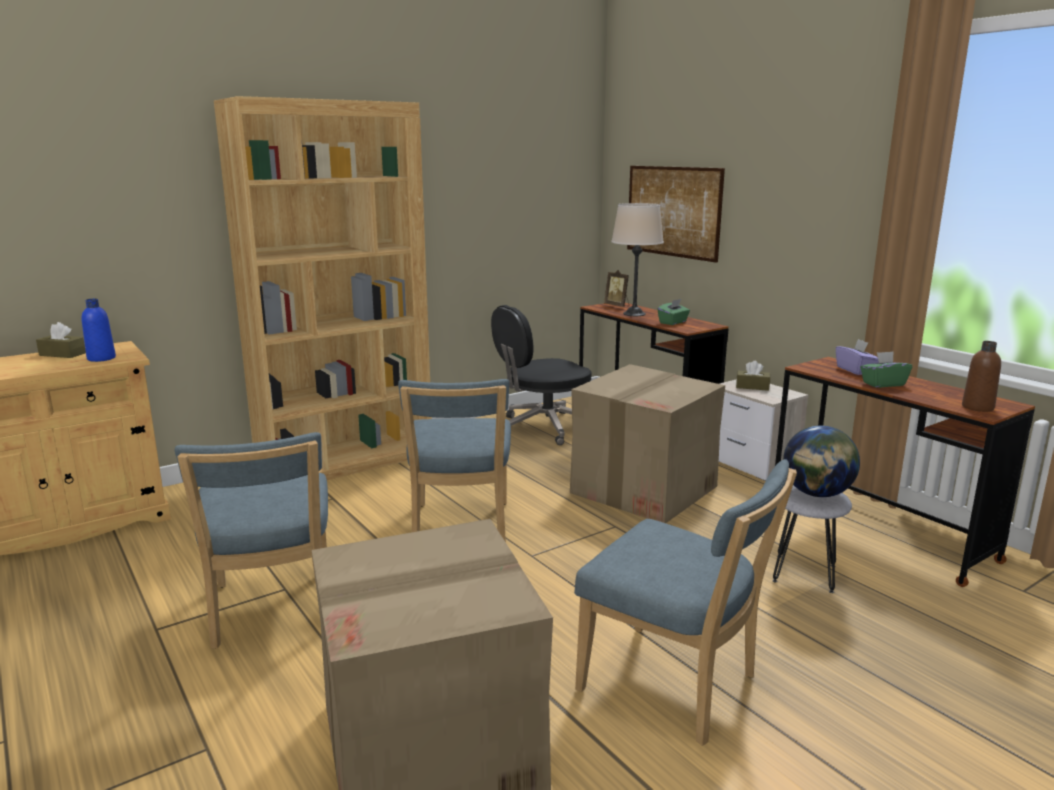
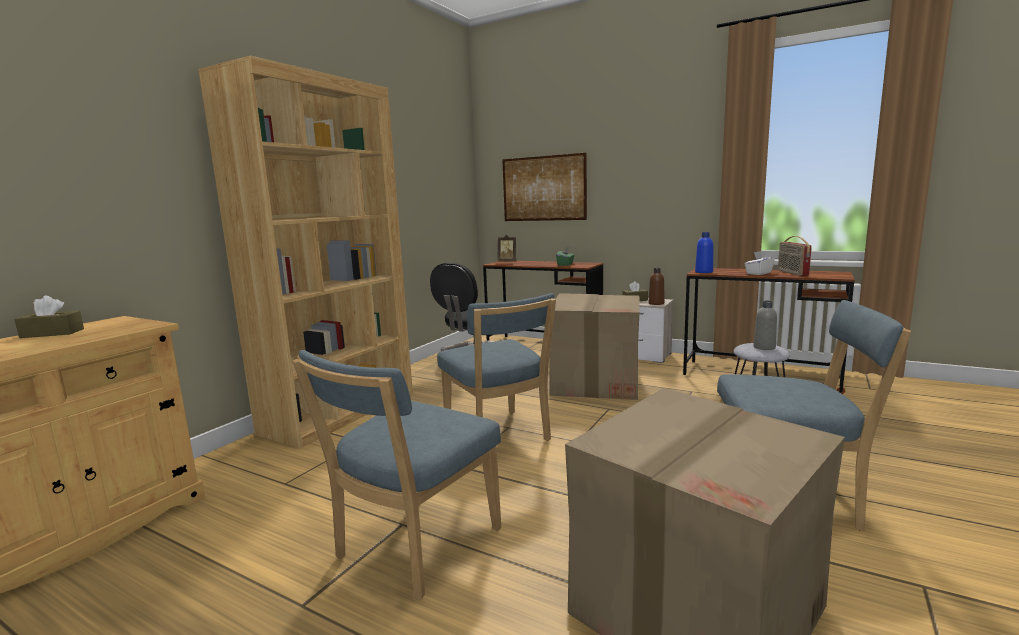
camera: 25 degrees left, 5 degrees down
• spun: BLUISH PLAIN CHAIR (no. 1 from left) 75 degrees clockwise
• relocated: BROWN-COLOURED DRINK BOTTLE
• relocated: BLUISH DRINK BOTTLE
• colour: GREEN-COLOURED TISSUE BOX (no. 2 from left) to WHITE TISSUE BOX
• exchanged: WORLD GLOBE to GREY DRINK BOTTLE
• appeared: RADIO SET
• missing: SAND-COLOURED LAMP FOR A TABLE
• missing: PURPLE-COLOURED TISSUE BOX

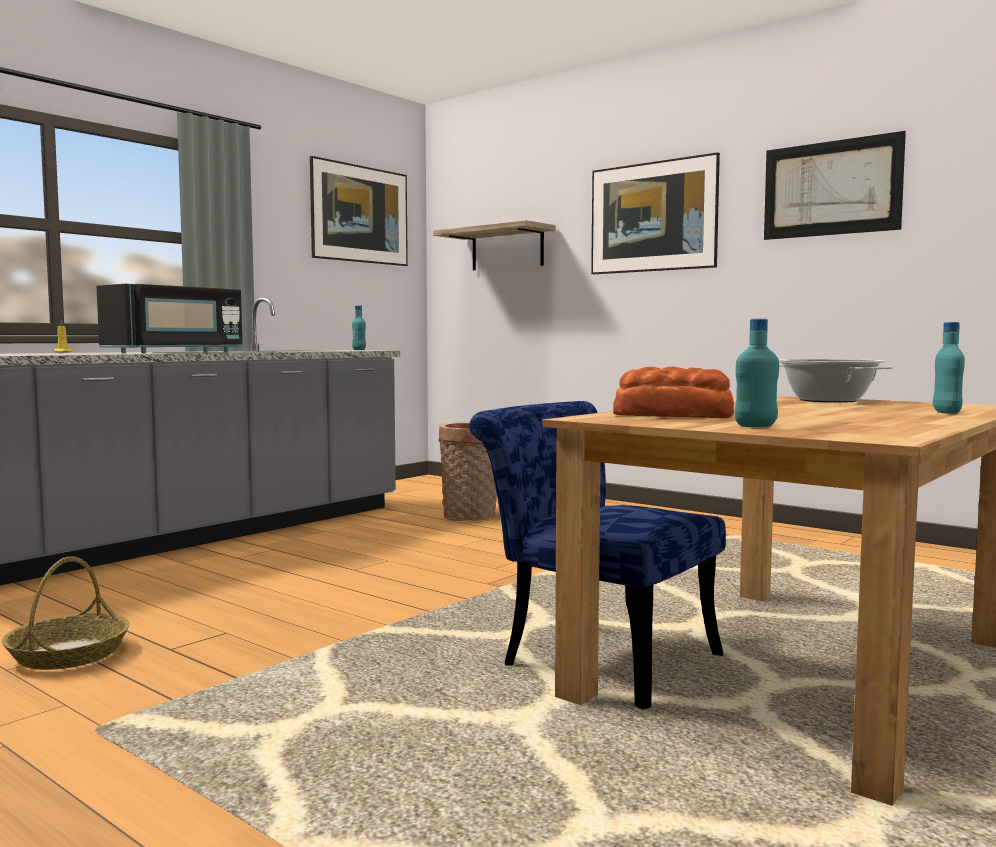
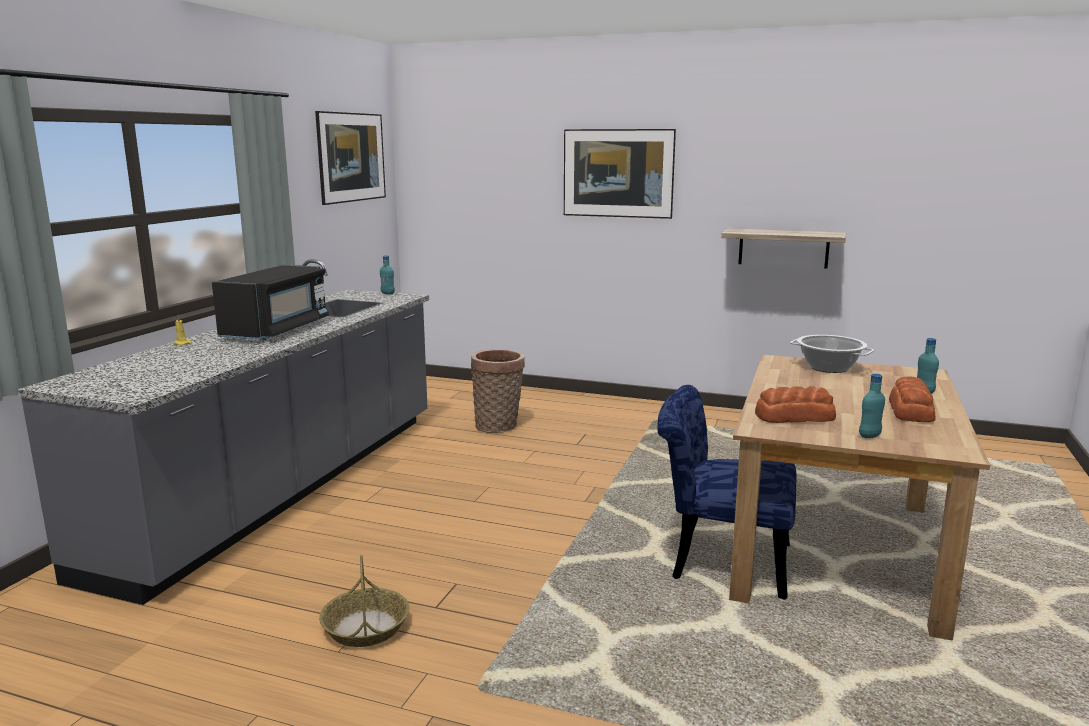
camera: 20 degrees left, 10 degrees up
• relocated: SHELF
• appeared: BREAD (no. 2 from left)
• missing: PICTURE (no. 3 from left)

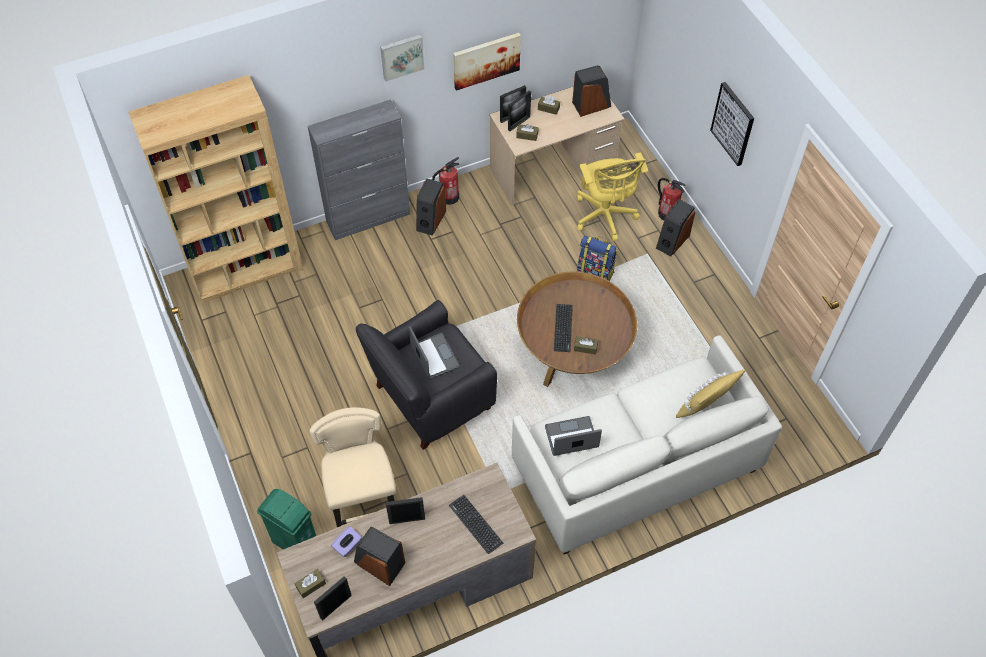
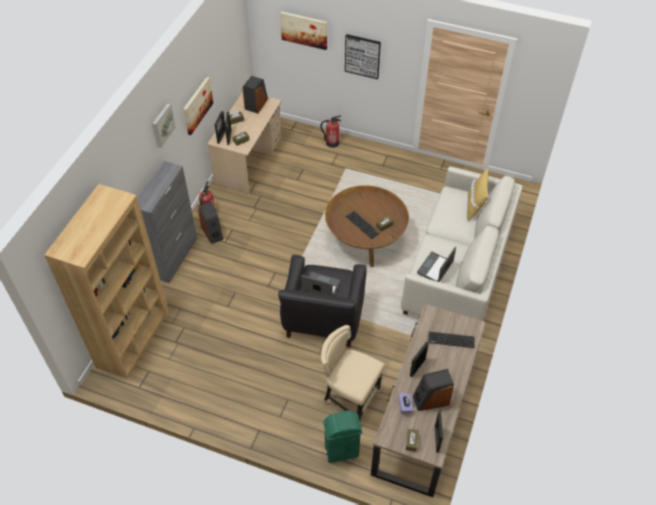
camera: 45 degrees left, 5 degrees down
• appeared: PICTURE (no. 3 from left)
• missing: YELLOW DESK CHAIR
• missing: KNAPSACK
• missing: AUDIO SPEAKER (no. 4 from left)

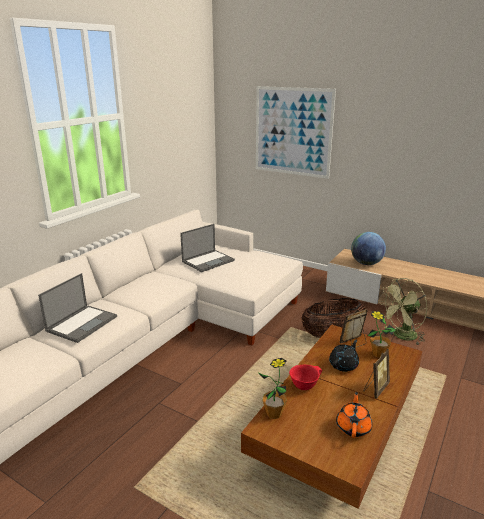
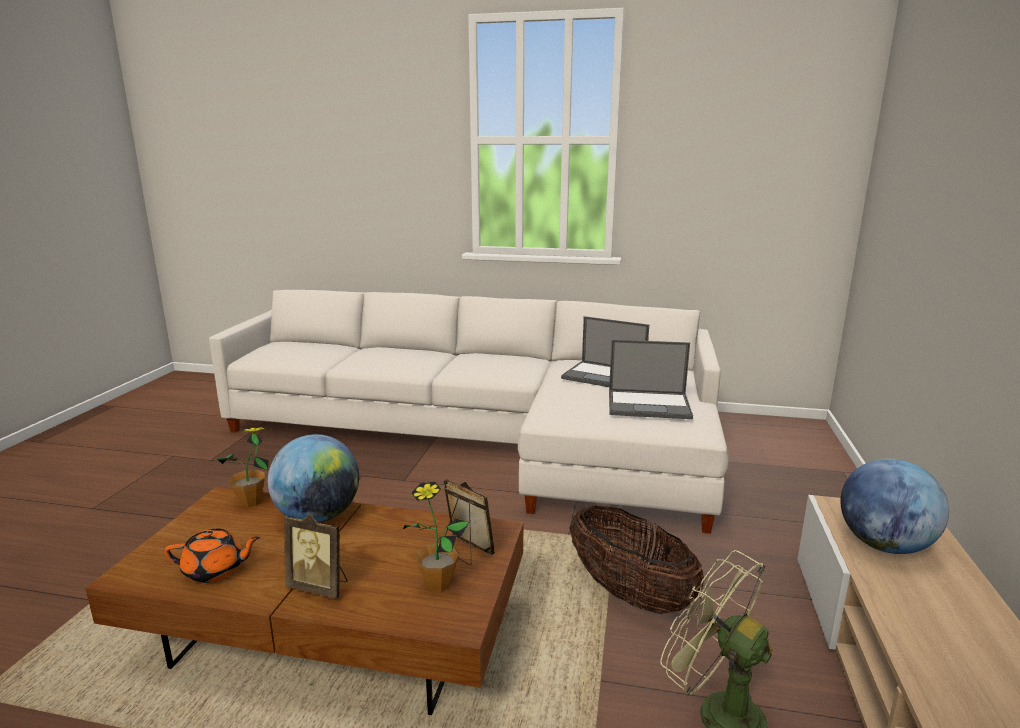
camera: 70 degrees right, 5 degrees down
• exchanged: RED-COLOURED SERVING BOWL to WORLD GLOBE (no. 1 from left)
• relocated: PORTABLE COMPUTER (no. 1 from left in the first image) to PORTABLE COMPUTER (no. 2 from left)
• missing: PICTURE
• missing: BLACK-COLOURED TEAPOT

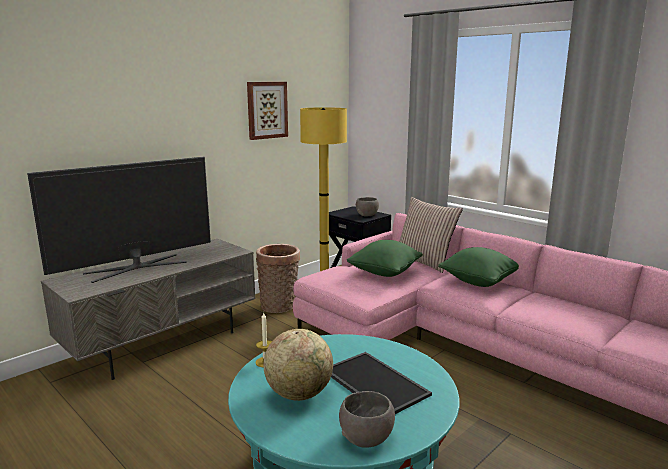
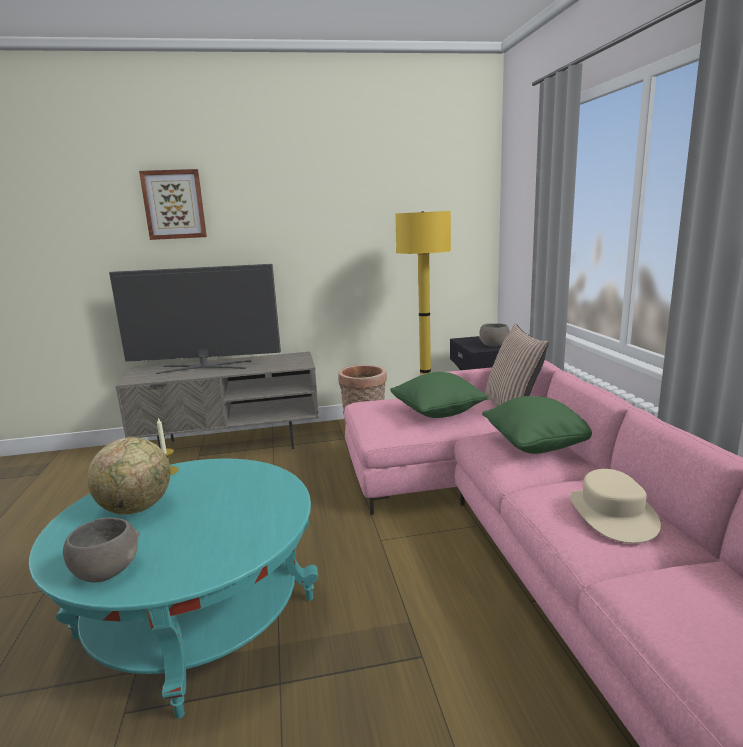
camera: 35 degrees right, 0 degrees up
• relocated: PICTURE
• appeared: SAND-COLOURED HAT
• missing: SERVING TRAY

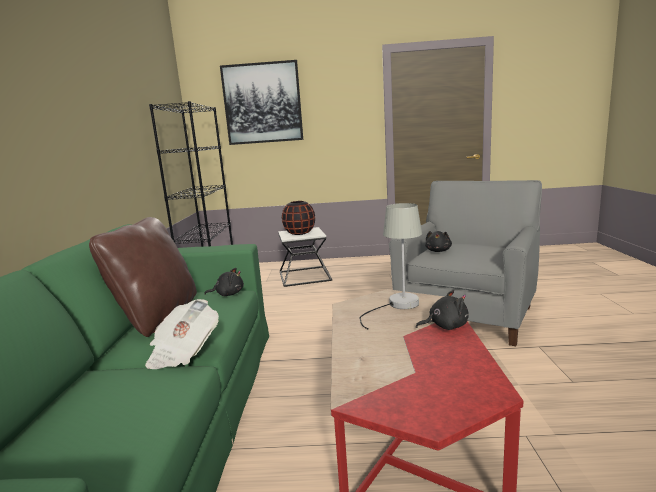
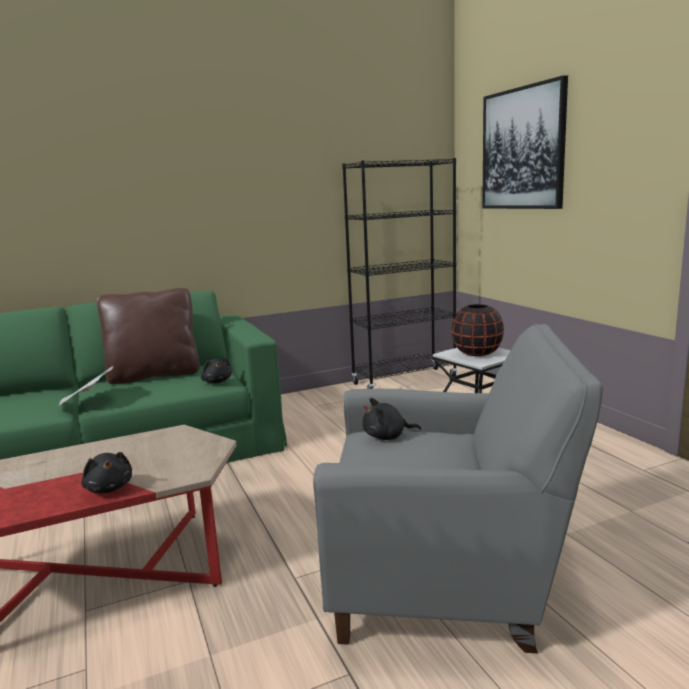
camera: 65 degrees right, 0 degrees up
• missing: GREY LAMP FOR A TABLE

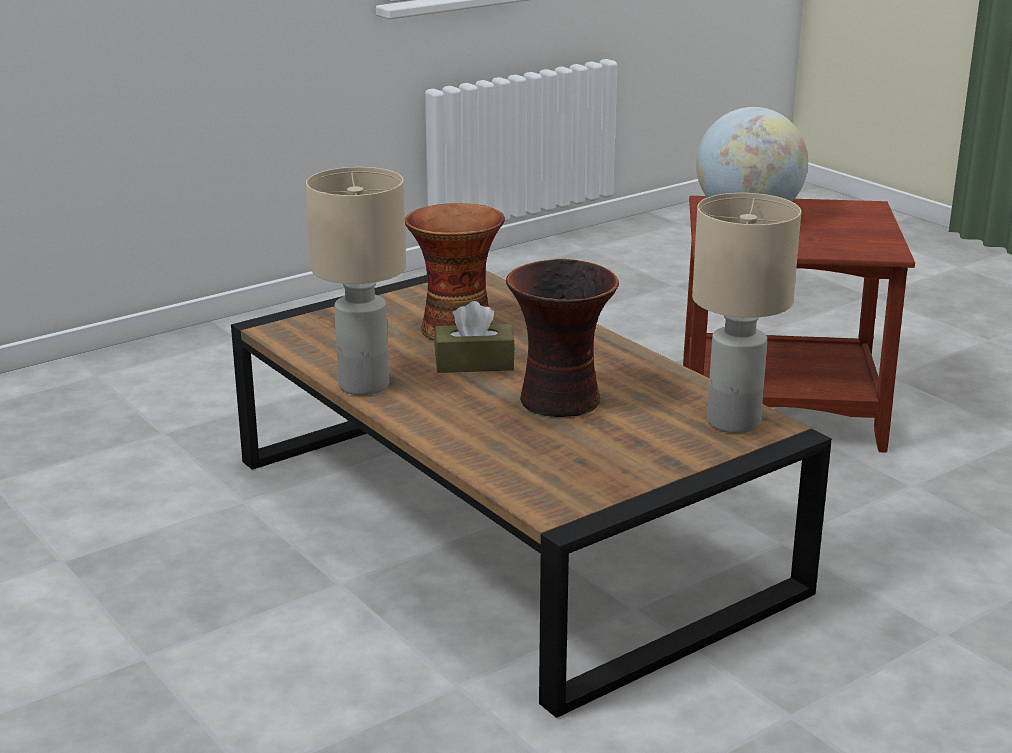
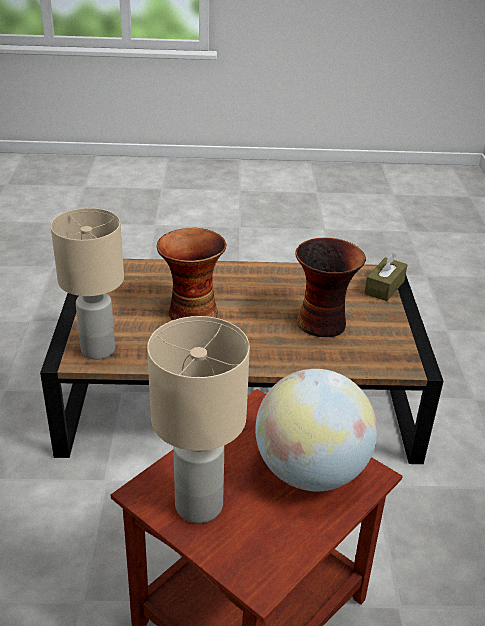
camera: 125 degrees right, 10 degrees up
• relocated: SAND-COLOURED LAMP FOR A TABLE (no. 1 from left in the first image) to SAND-COLOURED LAMP FOR A TABLE (no. 2 from left)
• relocated: BROWN-COLOURED TISSUE BOX

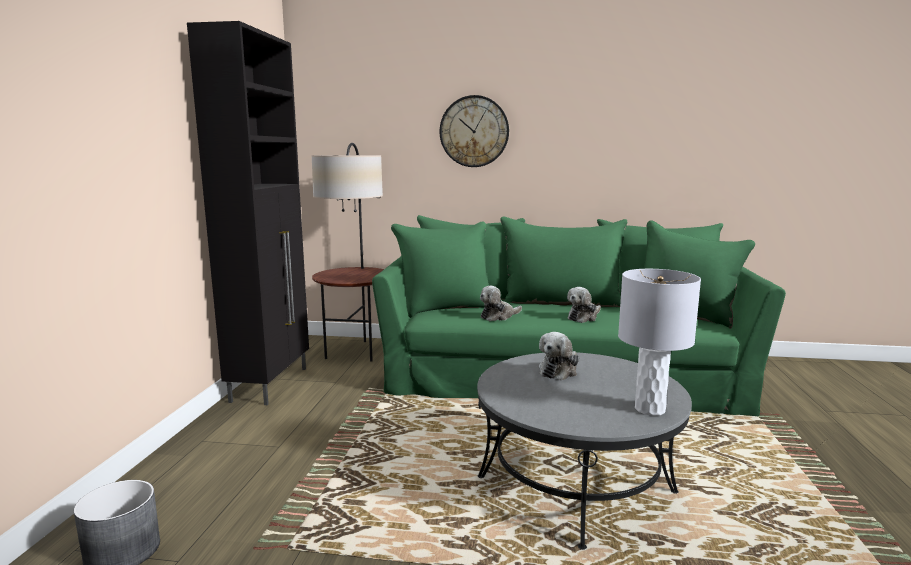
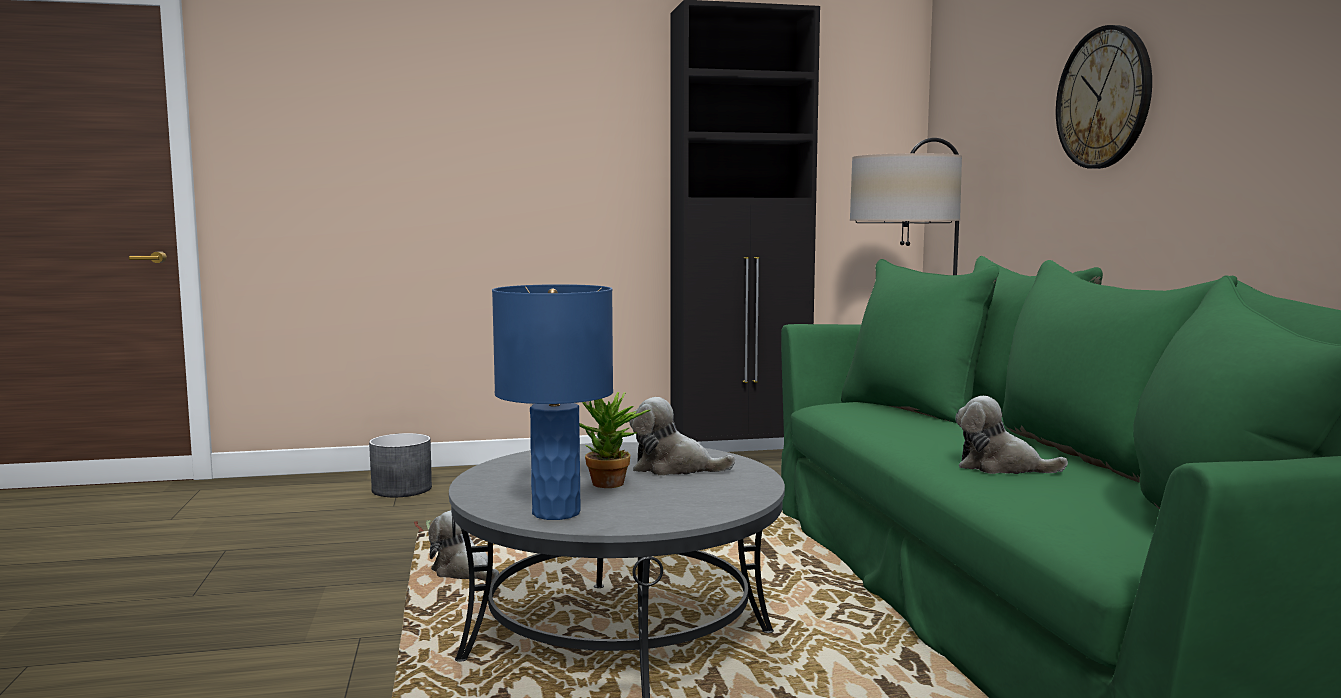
camera: 70 degrees right, 5 degrees down
• relocated: PLUSH TOY (no. 1 from left)
• colour: GREY LAMP FOR A TABLE to BLUISH LAMP FOR A TABLE
• appeared: POTTED PLANT

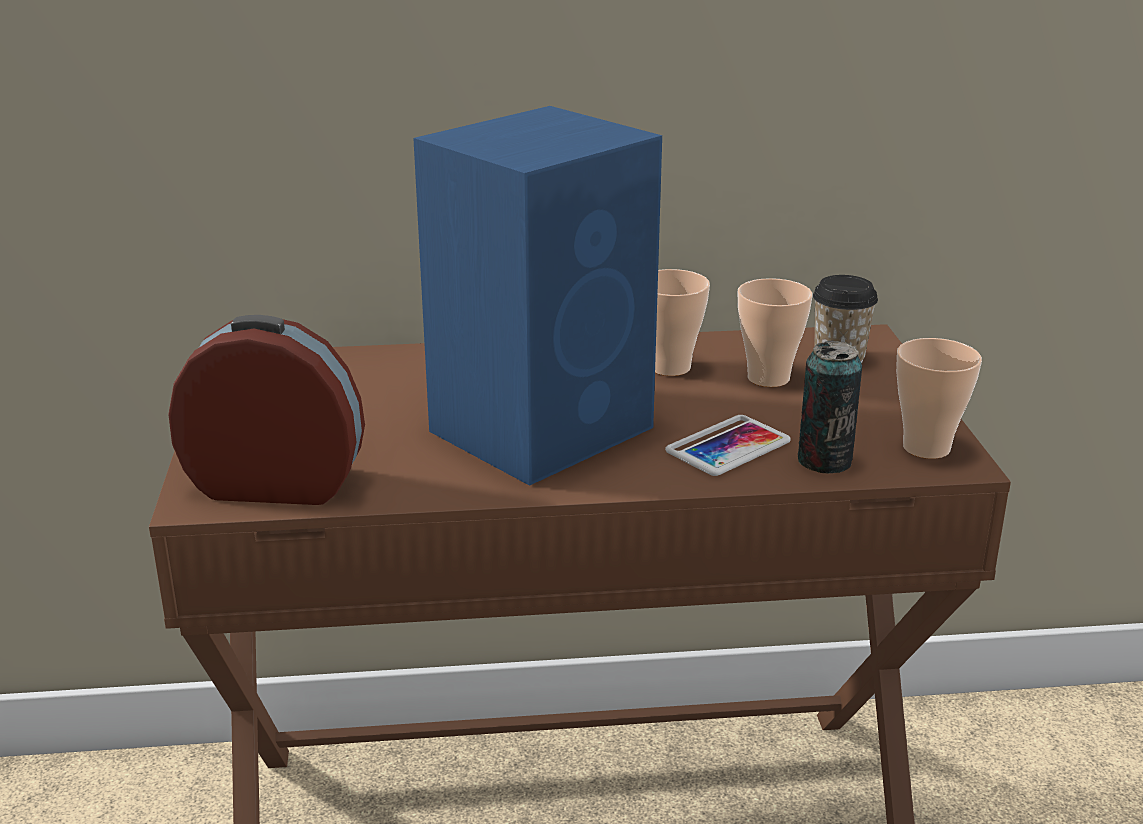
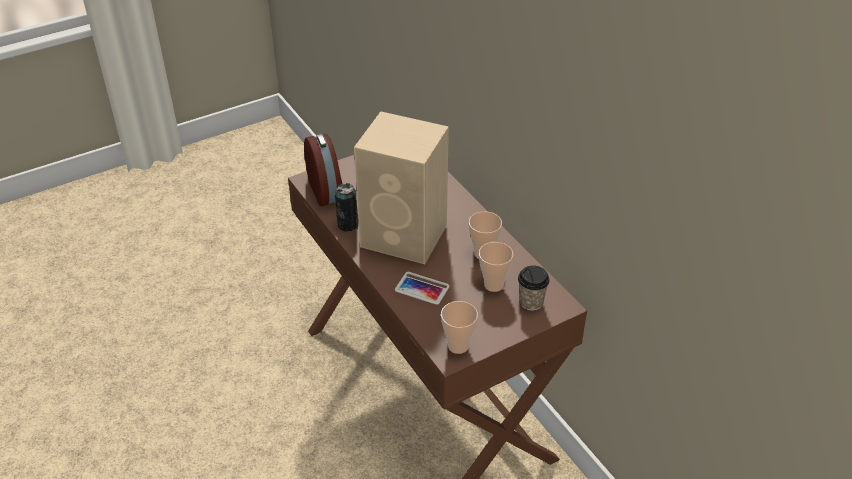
camera: 65 degrees right, 15 degrees up
• relocated: SEALED CAN
• colour: BLUISH AUDIO SPEAKER to SAND-COLOURED AUDIO SPEAKER

